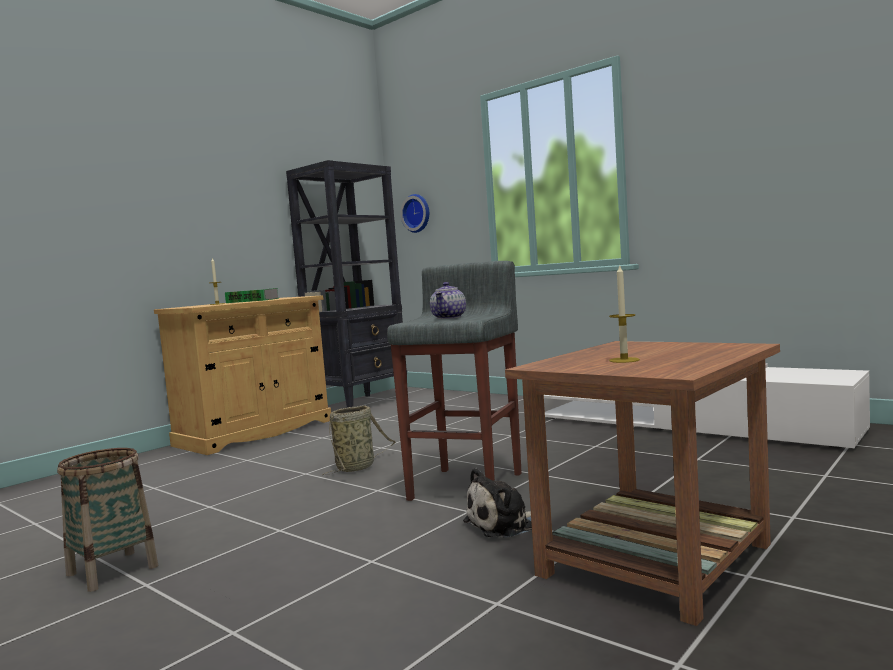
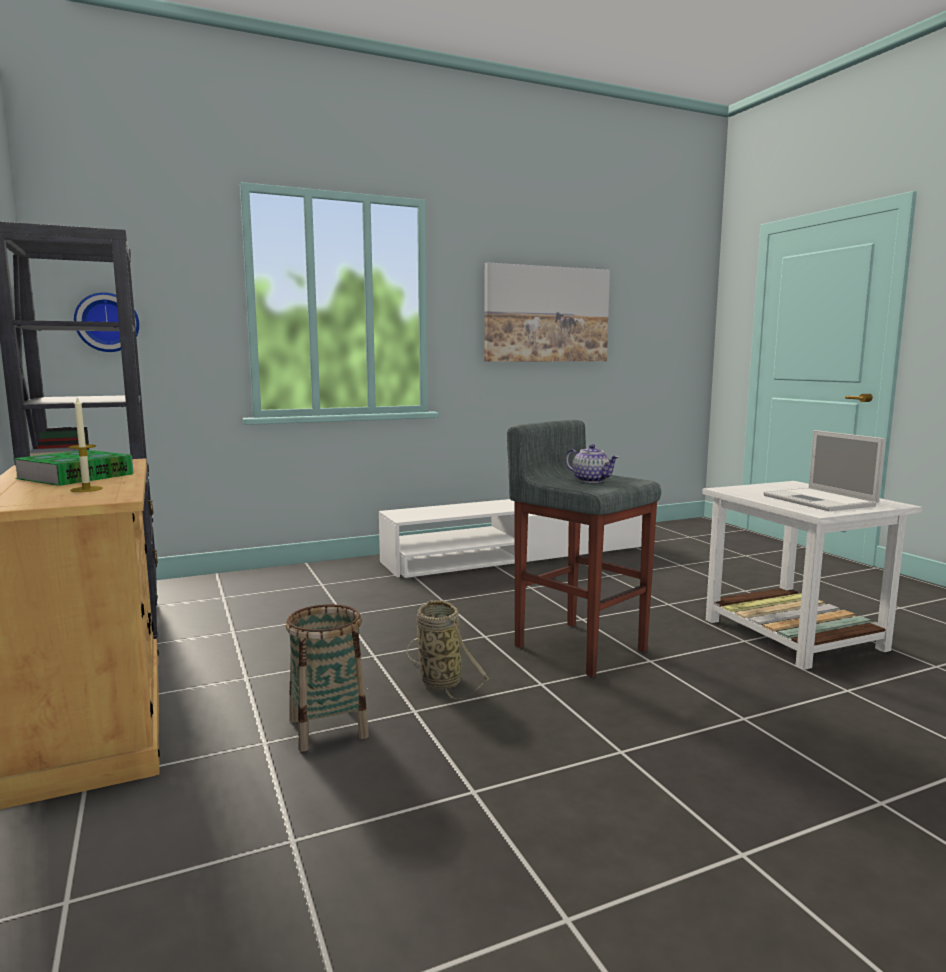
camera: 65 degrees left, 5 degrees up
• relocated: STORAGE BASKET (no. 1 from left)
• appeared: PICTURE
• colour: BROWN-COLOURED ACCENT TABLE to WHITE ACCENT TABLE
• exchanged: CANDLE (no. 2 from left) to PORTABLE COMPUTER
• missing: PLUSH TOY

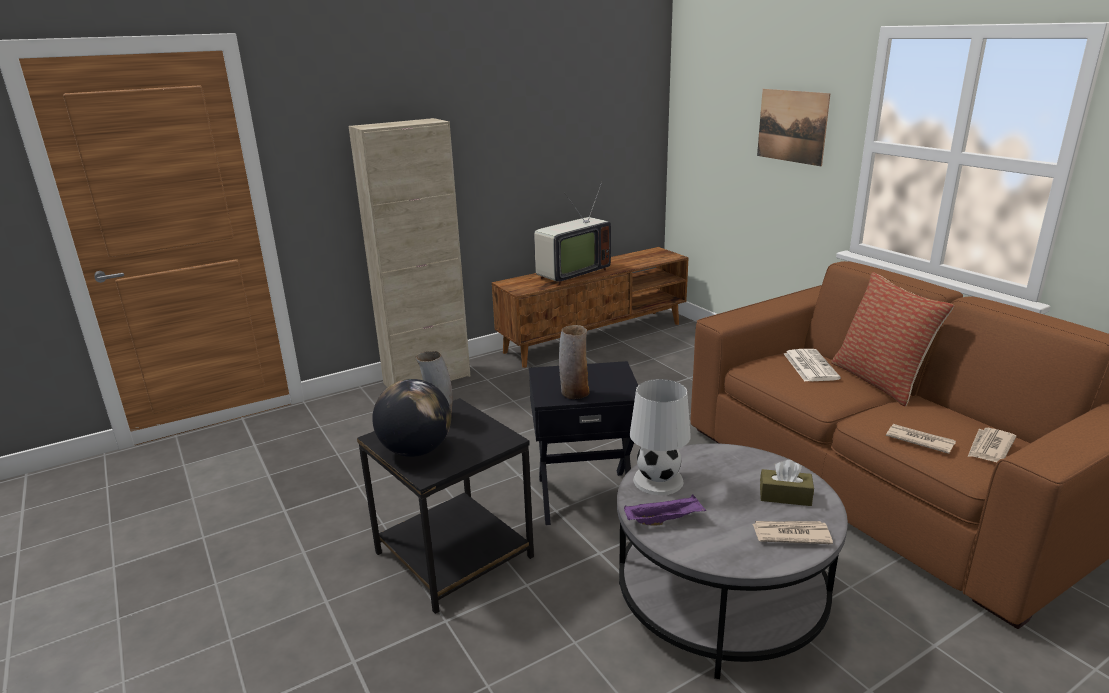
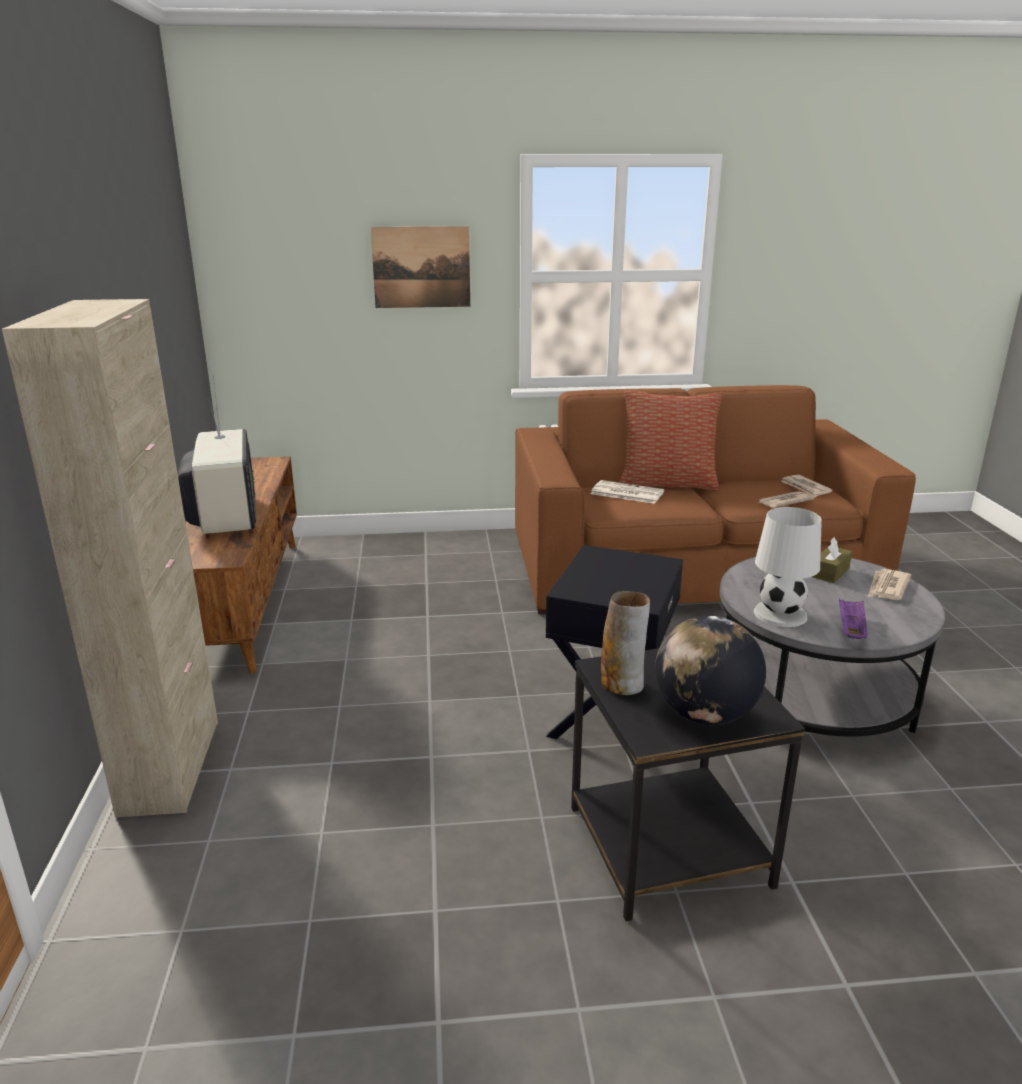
camera: 65 degrees left, 0 degrees up
• missing: VASE (no. 2 from left)

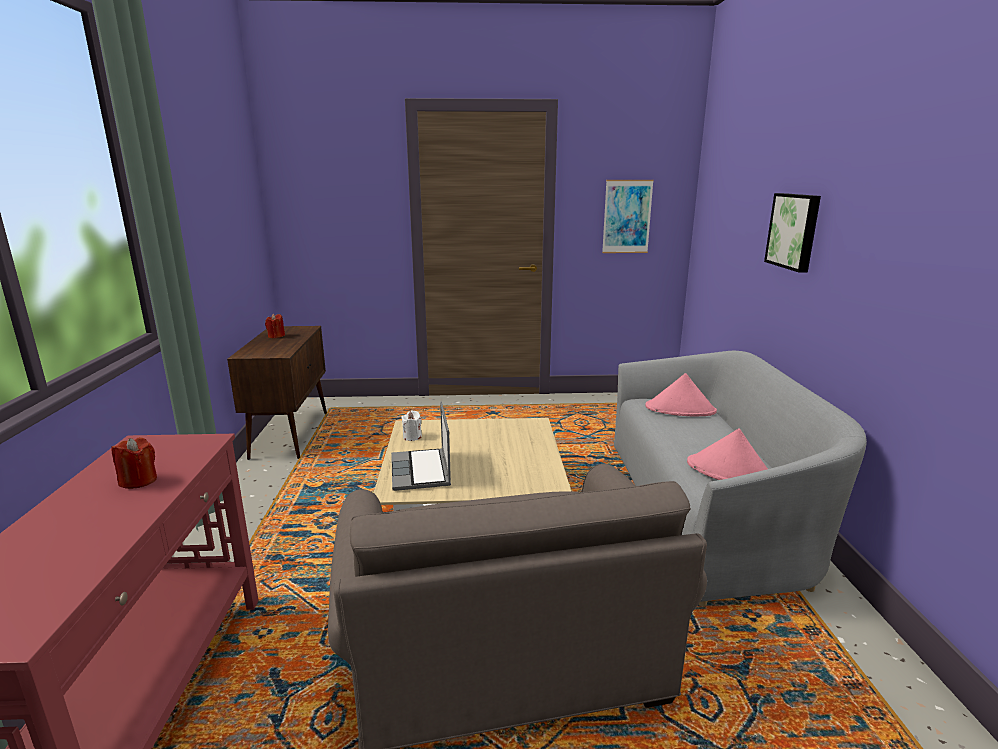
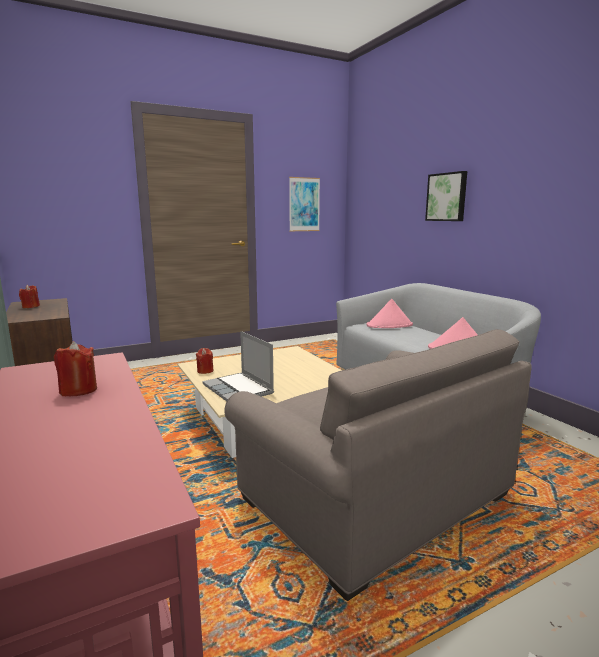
camera: 25 degrees left, 5 degrees down
• colour: WHITE CANDLE to RED-COLOURED CANDLE (no. 3 from left)

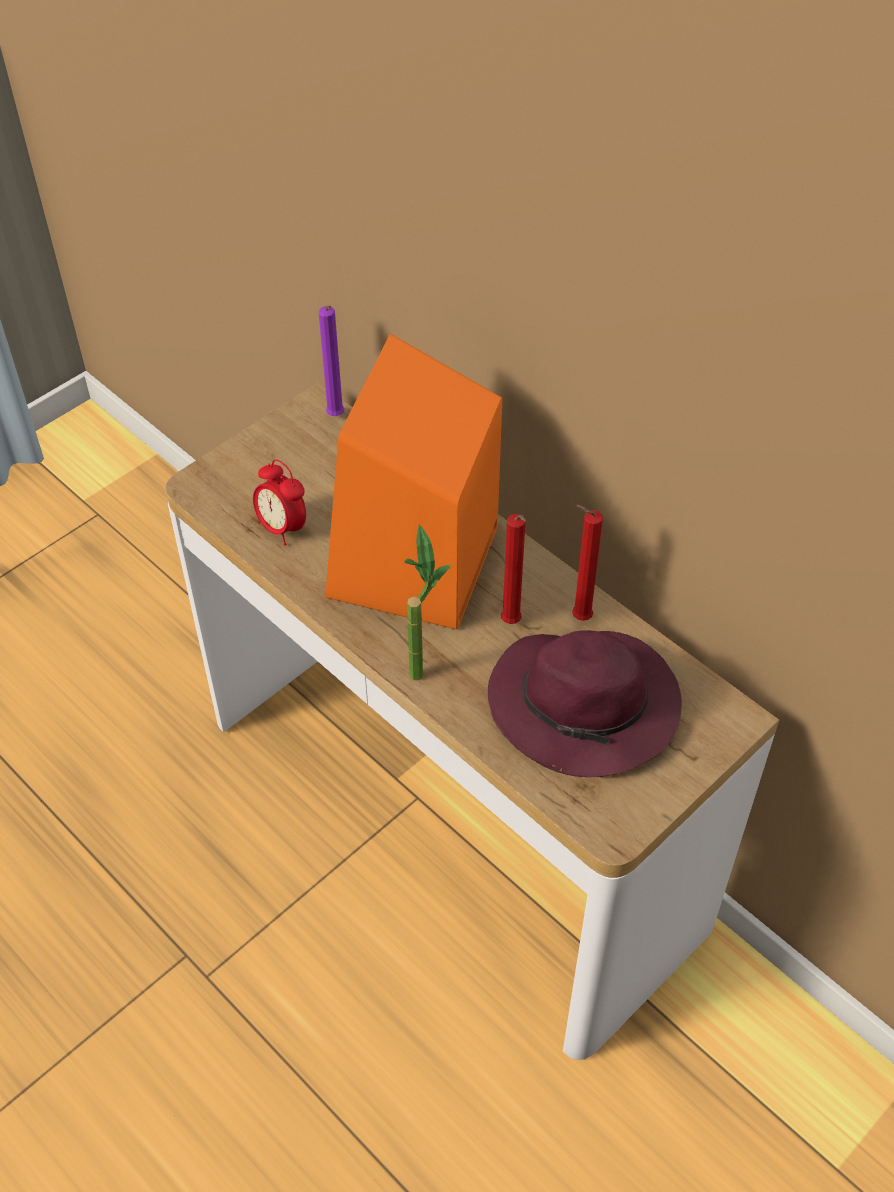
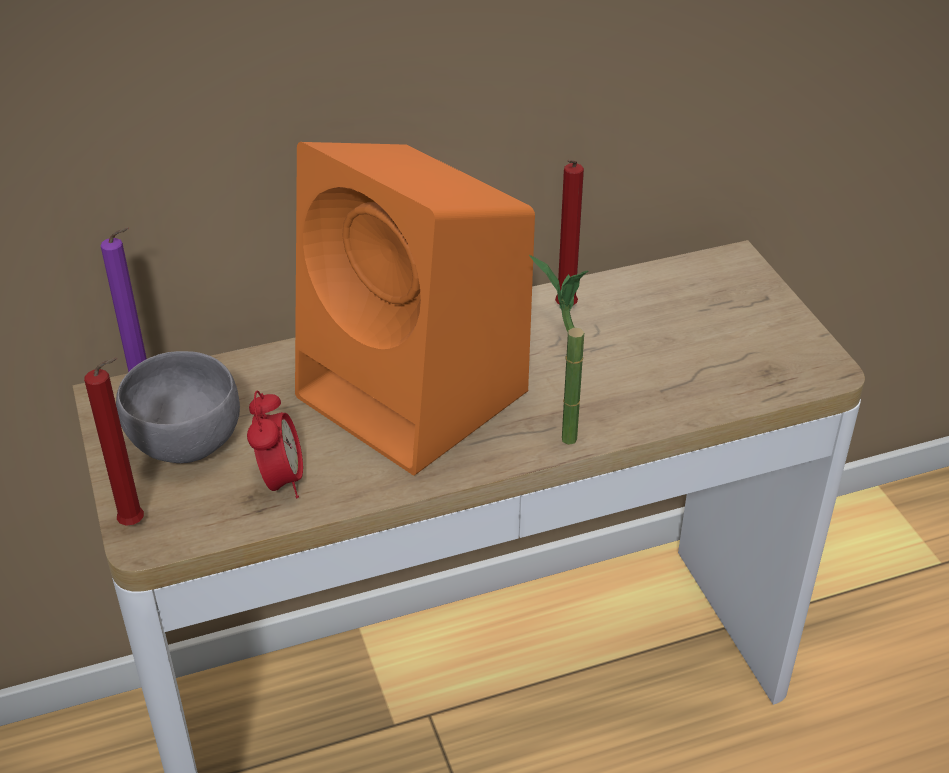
camera: 65 degrees left, 10 degrees down
• relocated: RED-COLOURED CANDLE (no. 1 from left)
• appeared: GREY SERVING BOWL
• spun: TABLE CLOCK 75 degrees counterclockwise
• missing: PURPLE-COLOURED HAT

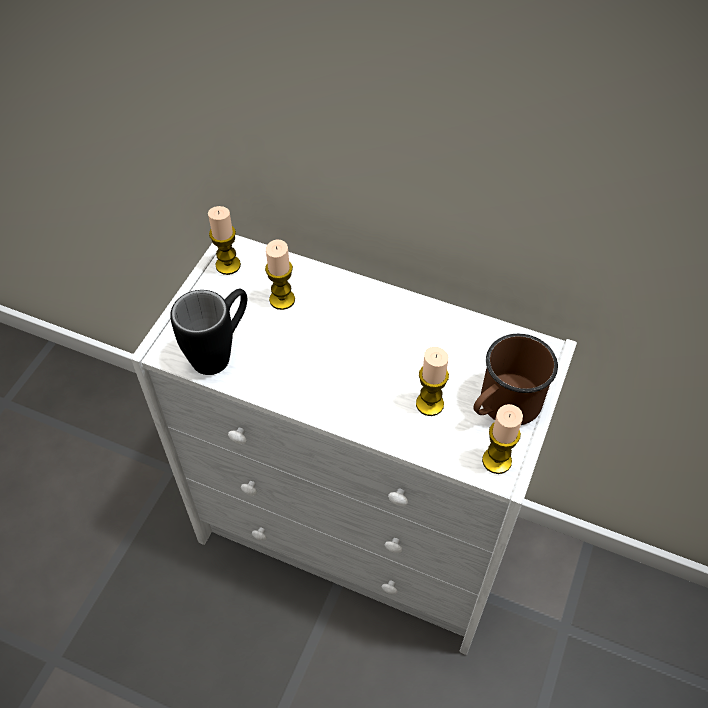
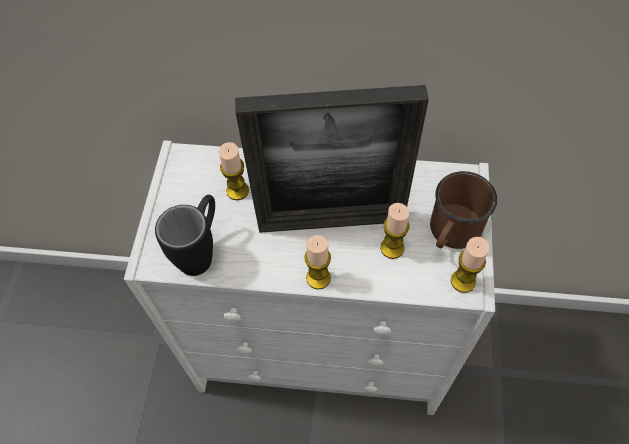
camera: 15 degrees left, 5 degrees up
• appeared: STANDING FRAME
• relocated: CANDLE (no. 1 from left in the first image) to CANDLE (no. 2 from left)

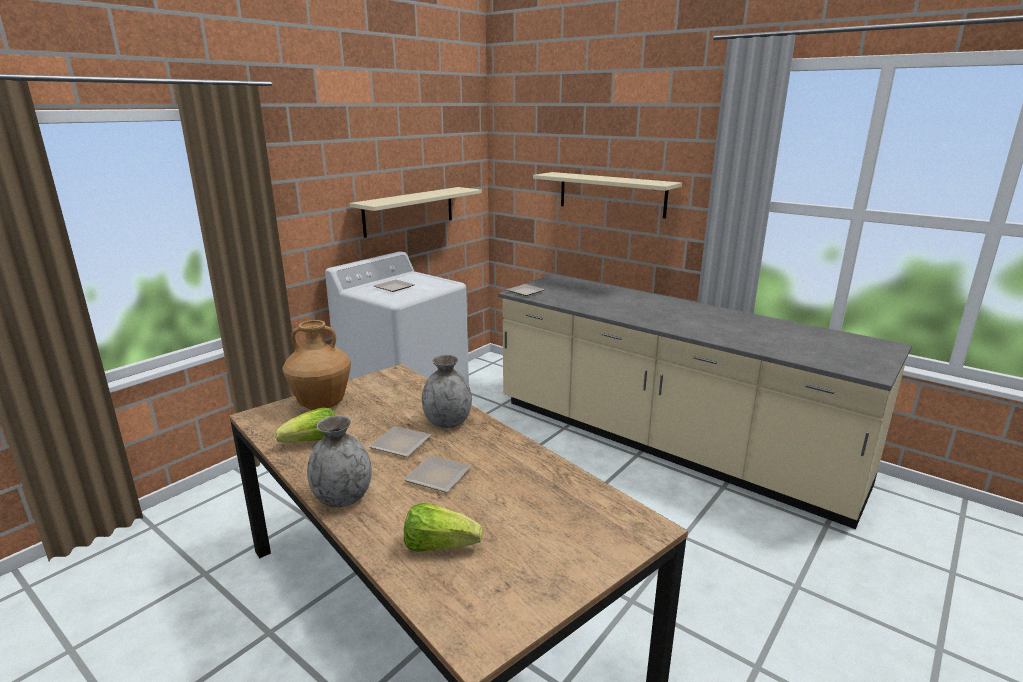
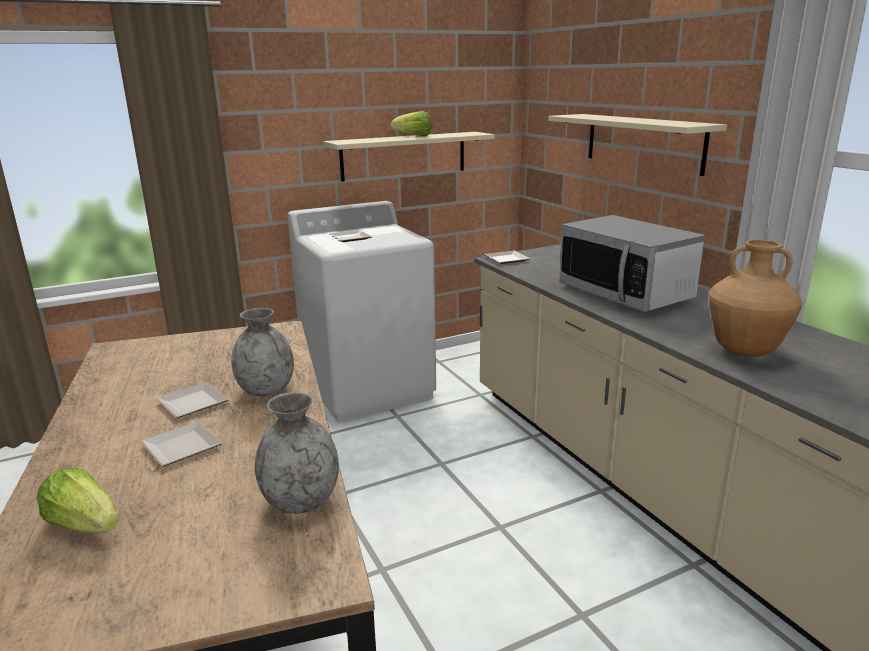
camera: 25 degrees right, 0 degrees up
• relocated: GREY VASE (no. 1 from left in the first image) to GREY VASE (no. 2 from left)
• relocated: LETTUCE HEAD (no. 1 from left in the first image) to LETTUCE HEAD (no. 2 from left)
• appeared: MICROWAVE OVEN
• relocated: BROWN-COLOURED VASE

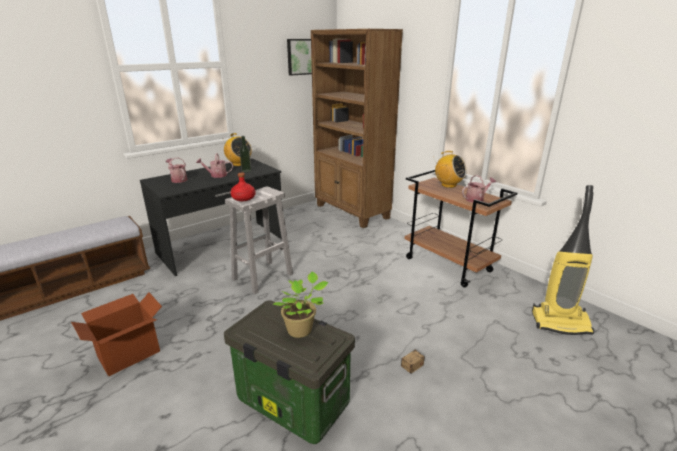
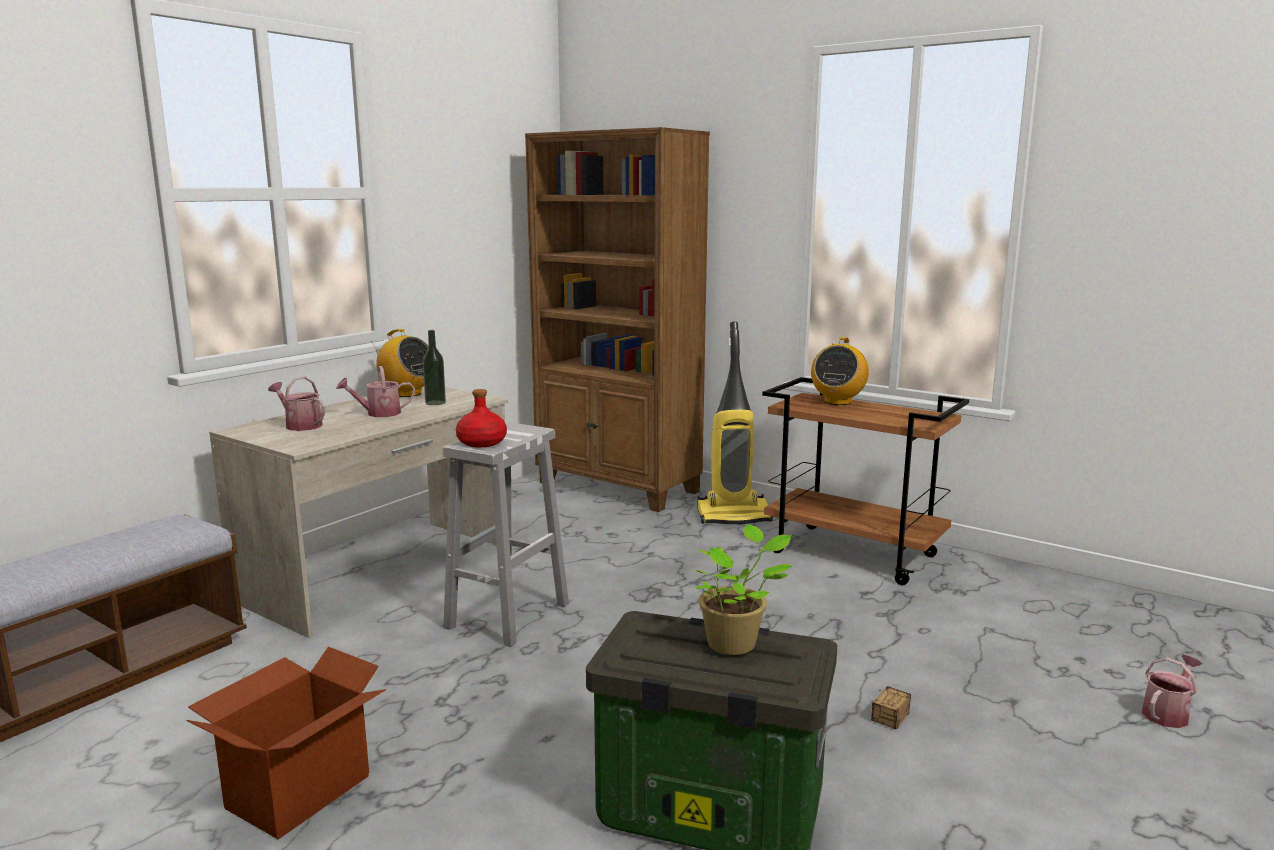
camera: 15 degrees left, 10 degrees down
• colour: BLACK-COLOURED DESK to SAND-COLOURED DESK
• relocated: VACUUM
• spun: RADIO SET (no. 2 from left) 90 degrees clockwise
• relocated: SPRINKLING CAN (no. 3 from left)
• missing: PICTURE

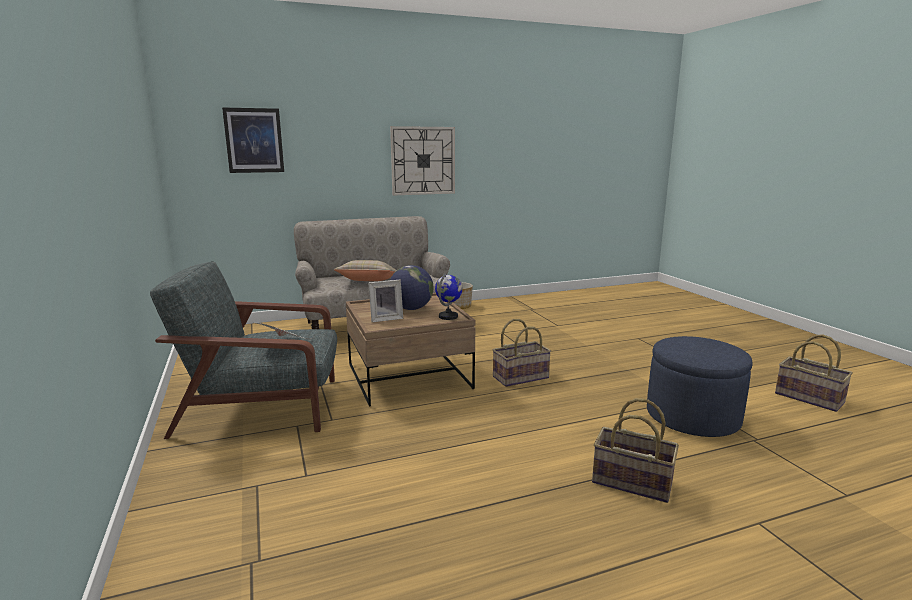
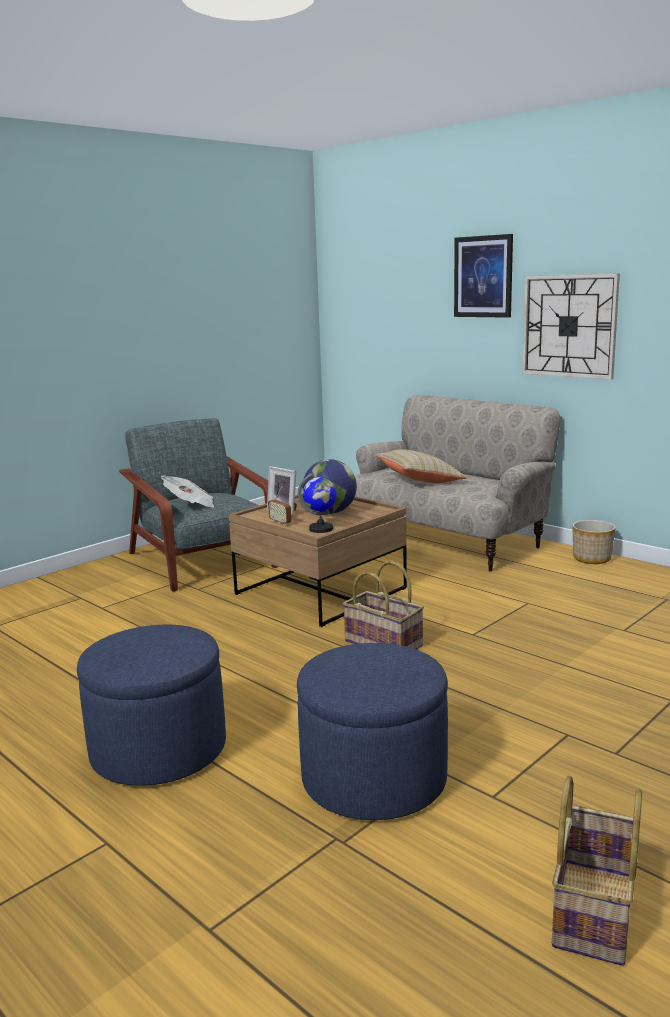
camera: 65 degrees right, 0 degrees up
• exchanged: STORAGE BASKET (no. 2 from left) to BLUISH FOOTREST (no. 1 from left)
• appeared: RADIO SET
• relocated: PICTURE

